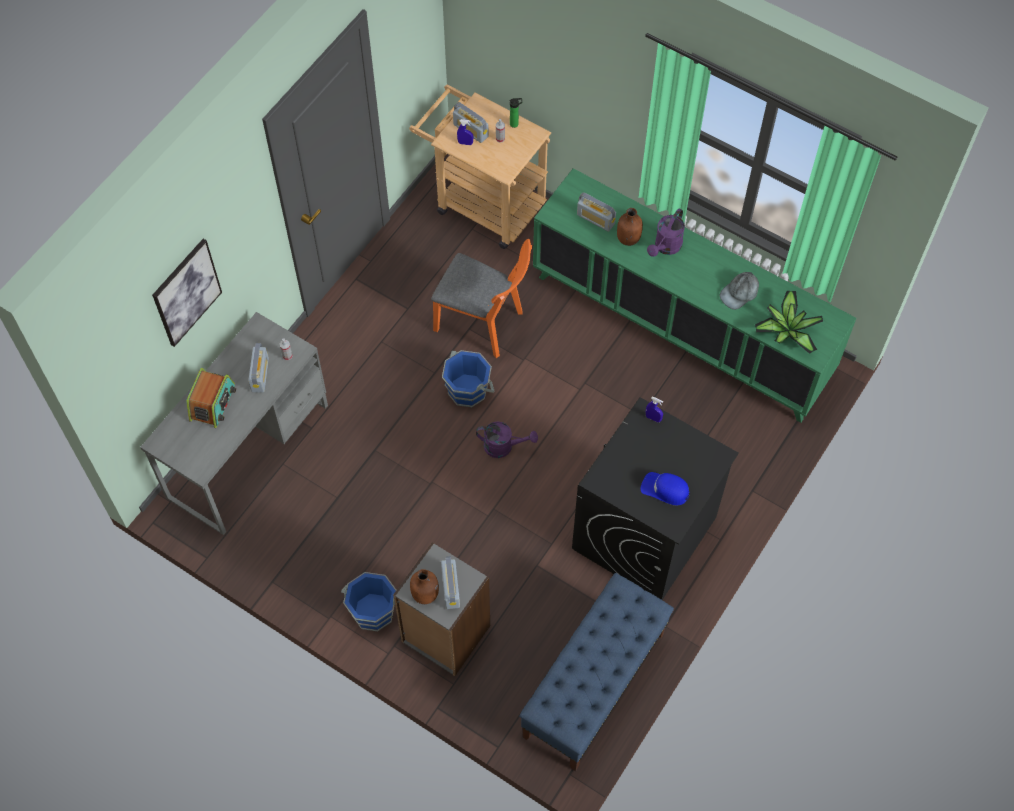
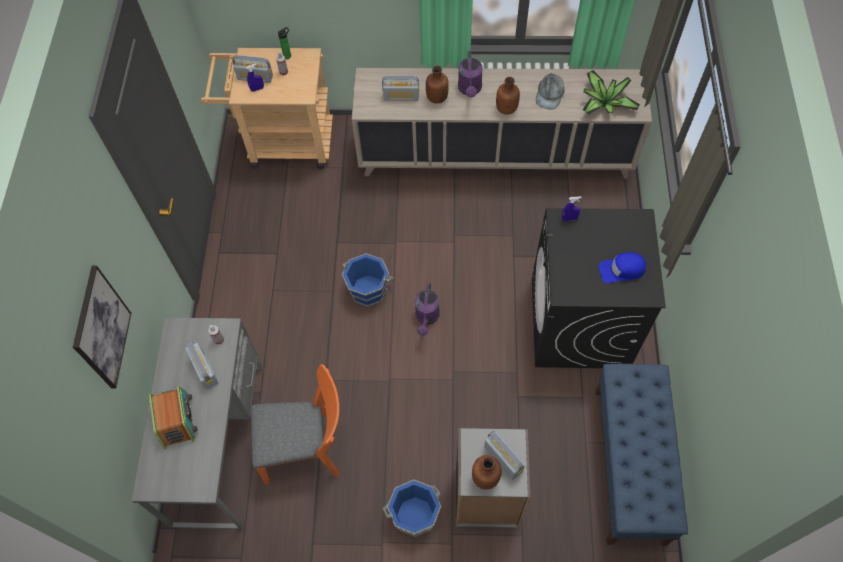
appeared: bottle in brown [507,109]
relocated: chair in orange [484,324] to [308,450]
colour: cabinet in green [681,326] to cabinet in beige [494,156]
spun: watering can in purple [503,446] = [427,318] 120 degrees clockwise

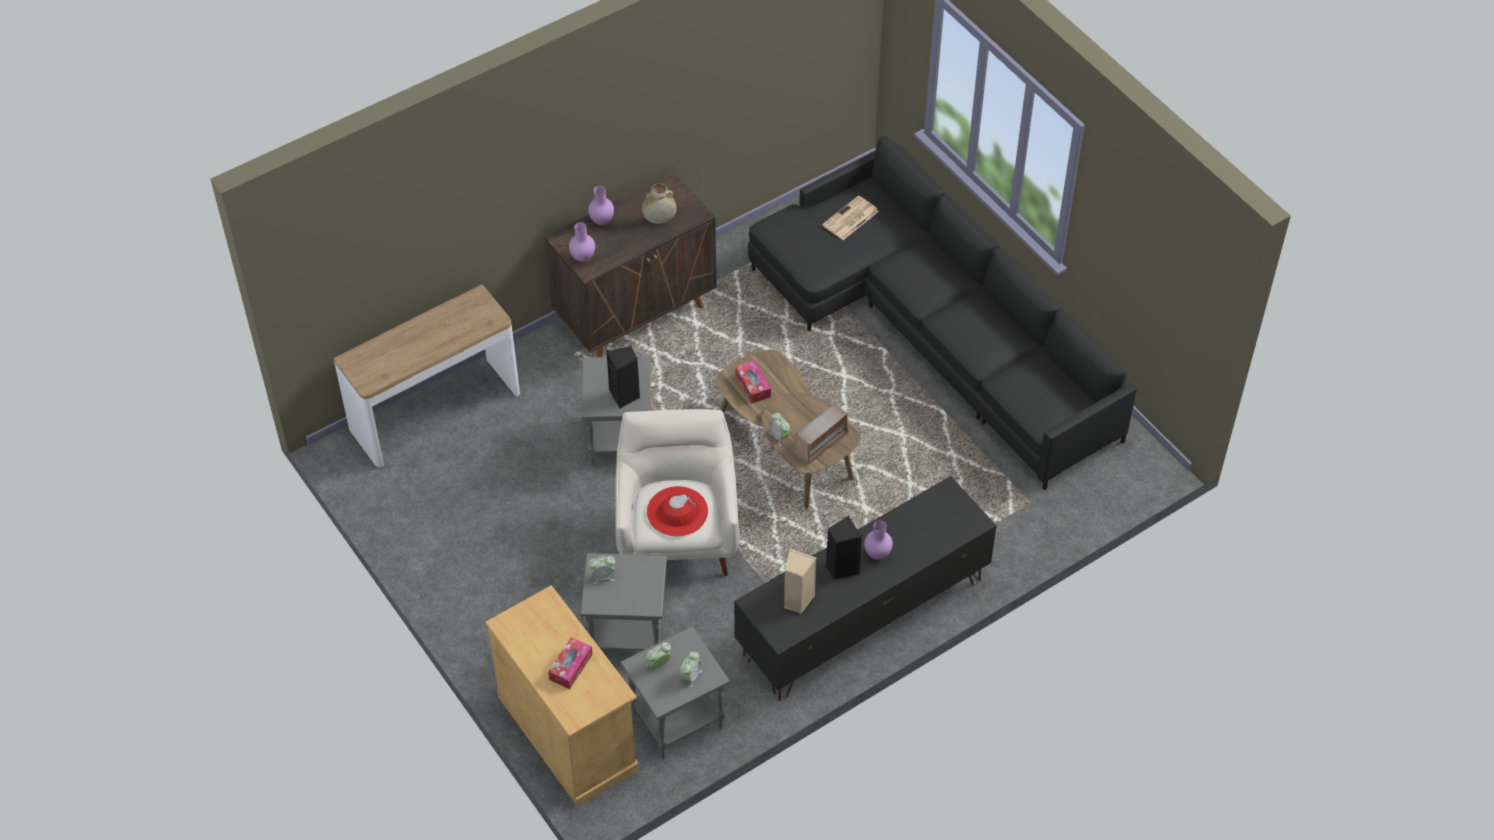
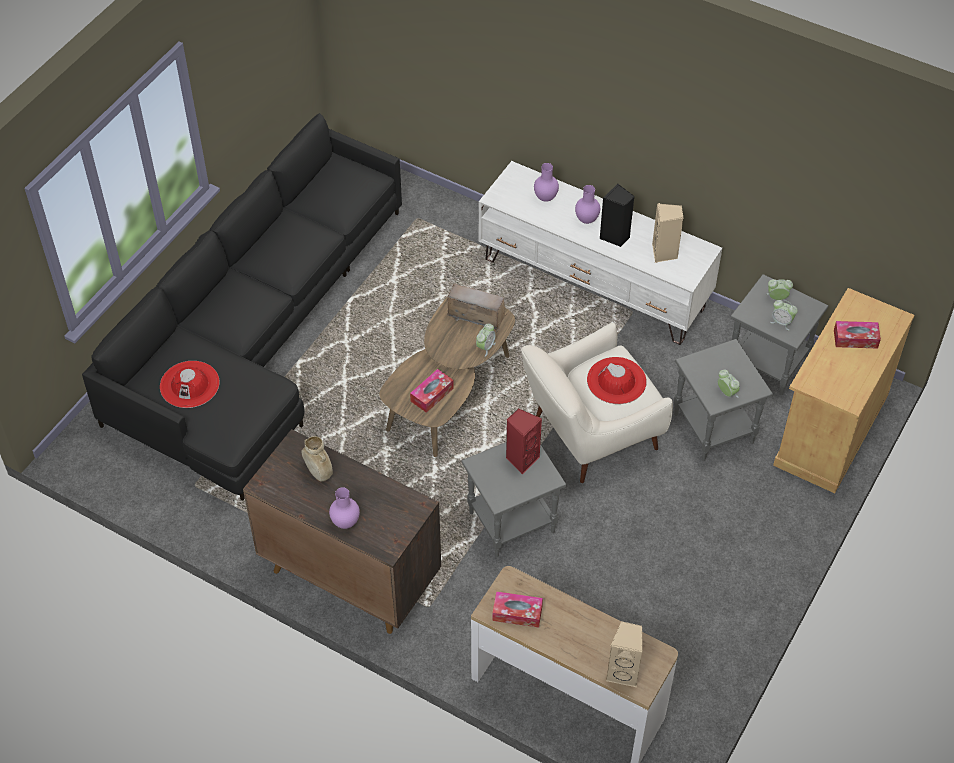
appeared: tissue box [517,613]; speaker in beige [623,672]
relocated: vase in purple [583,257] to [545,198]
exchanged: newspaper [850,219] to hat in red [189,384]
colour: speaker in black [625,396] to speaker in red [521,459]; tv stand in black [862,618] to tv stand in white [594,284]

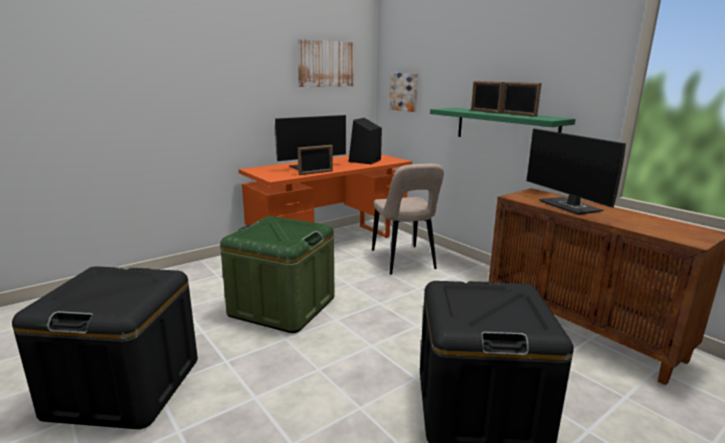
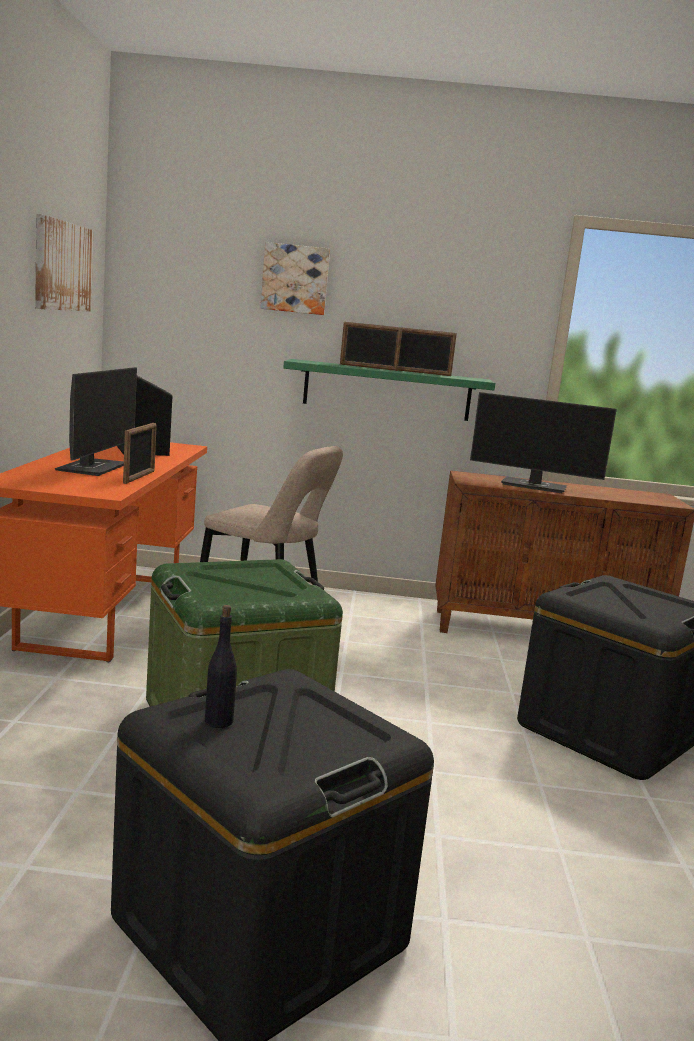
appeared: bottle in black [219,721]
relocated: picture [404,91] to [295,279]

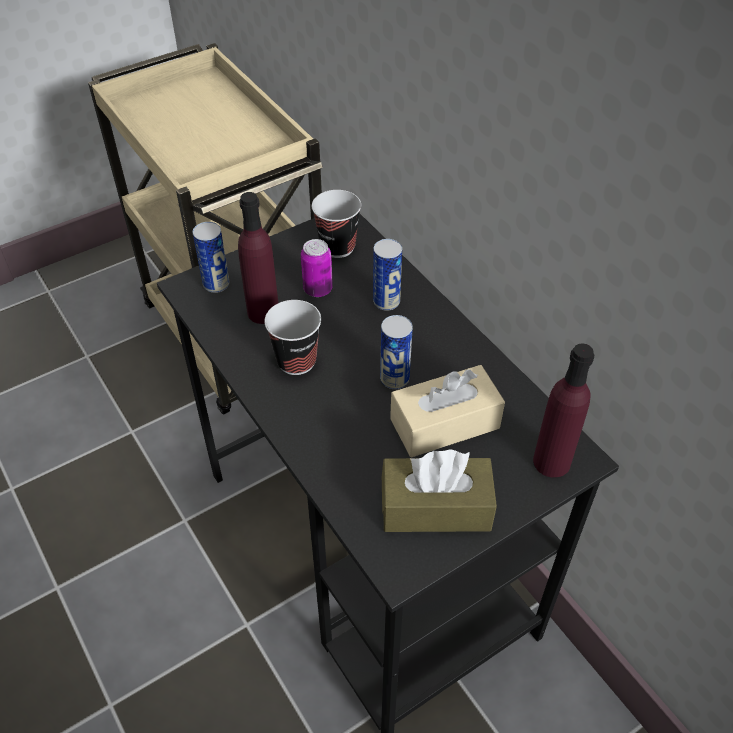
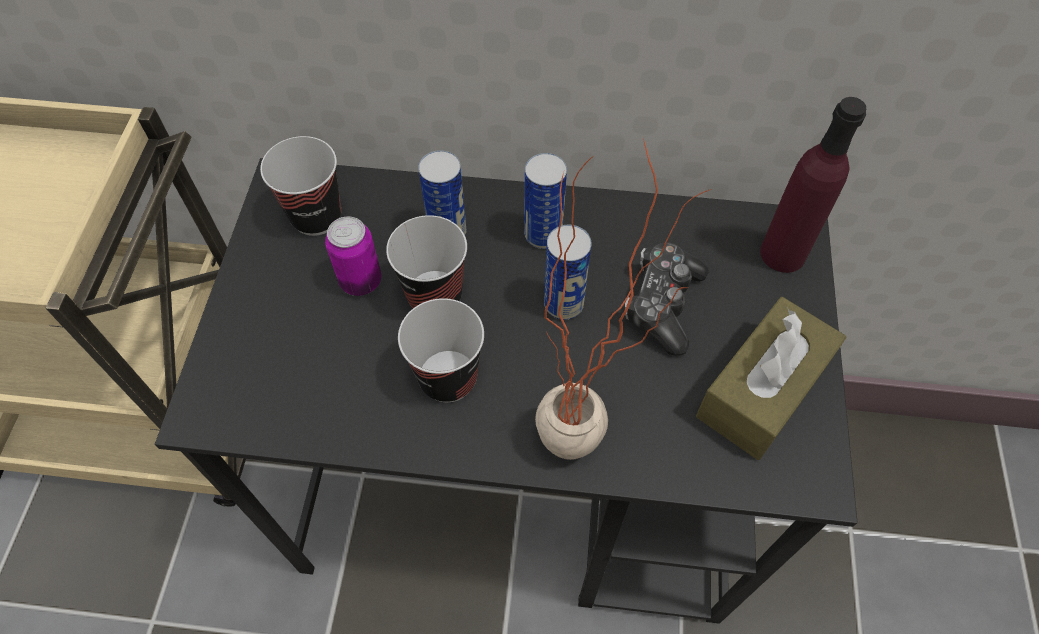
missing: bottle in purple [263,312]
appeared: cup [434,295]; potted plant [590,444]
relocated: can [216,284] to [543,235]
exchanged: tissue box in beige [444,423] to game controller [662,304]

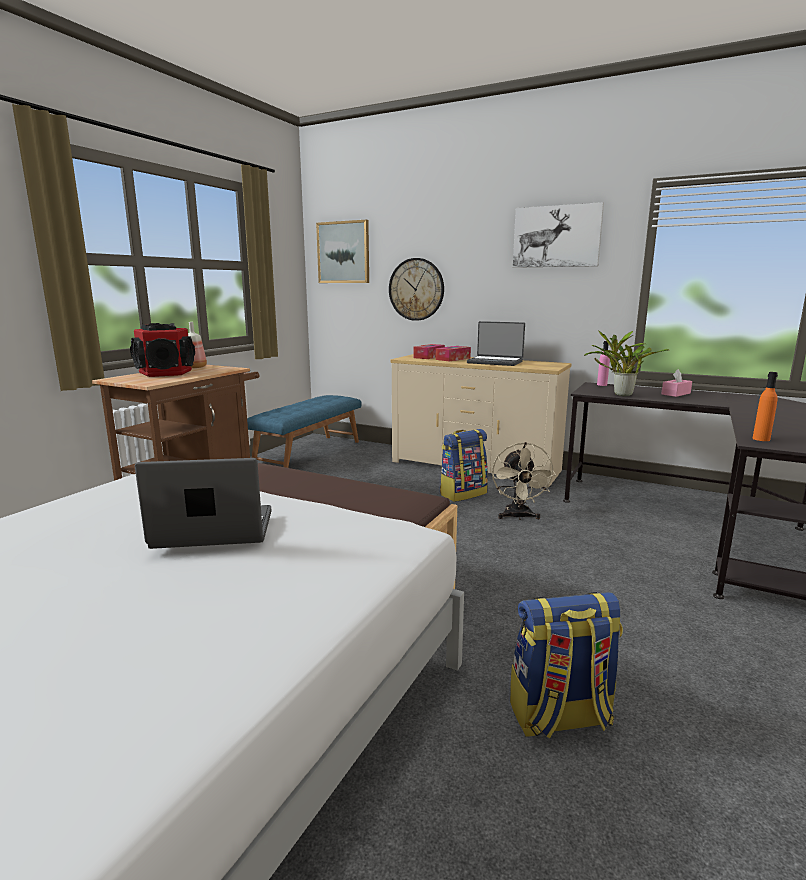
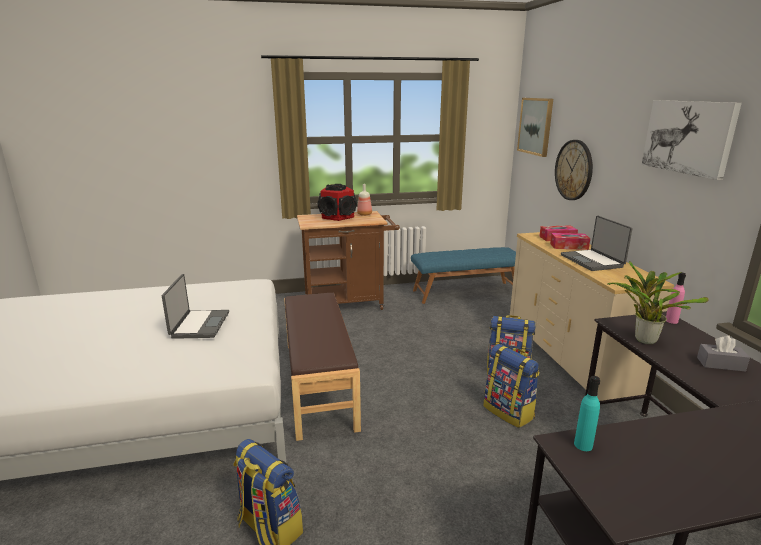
exchanged: fan in beige [518,517] to backpack [509,412]
colour: tissue box in pink [676,394] to tissue box in grey [720,364]; bottle in orange [761,439] to bottle in turquoise [583,445]
spun: laptop [213,530] = [199,325] 45 degrees clockwise

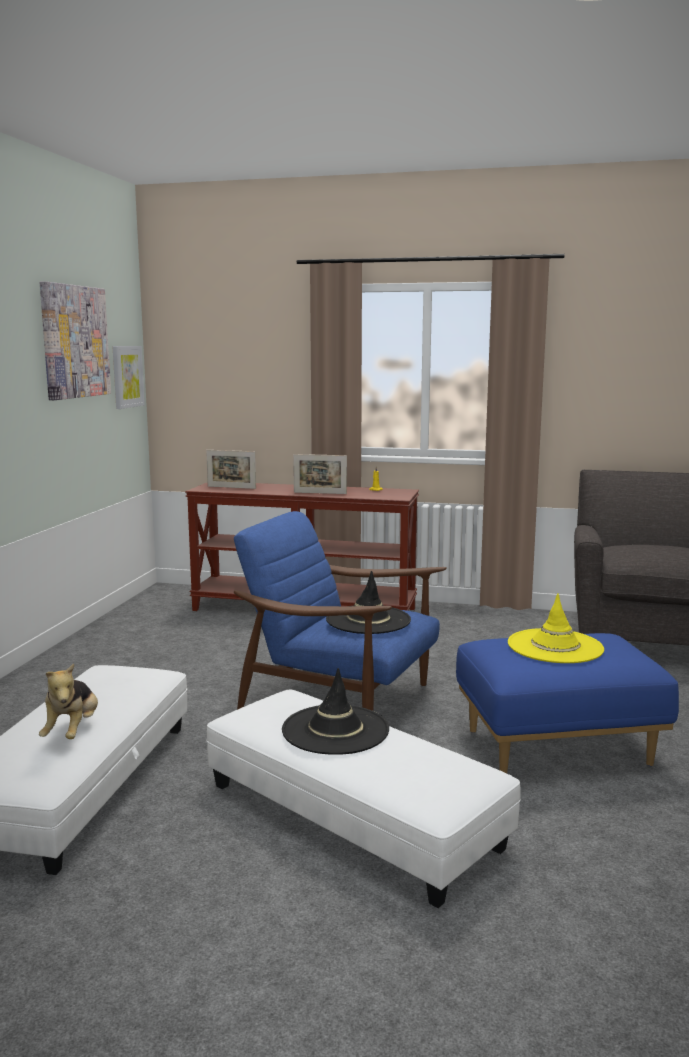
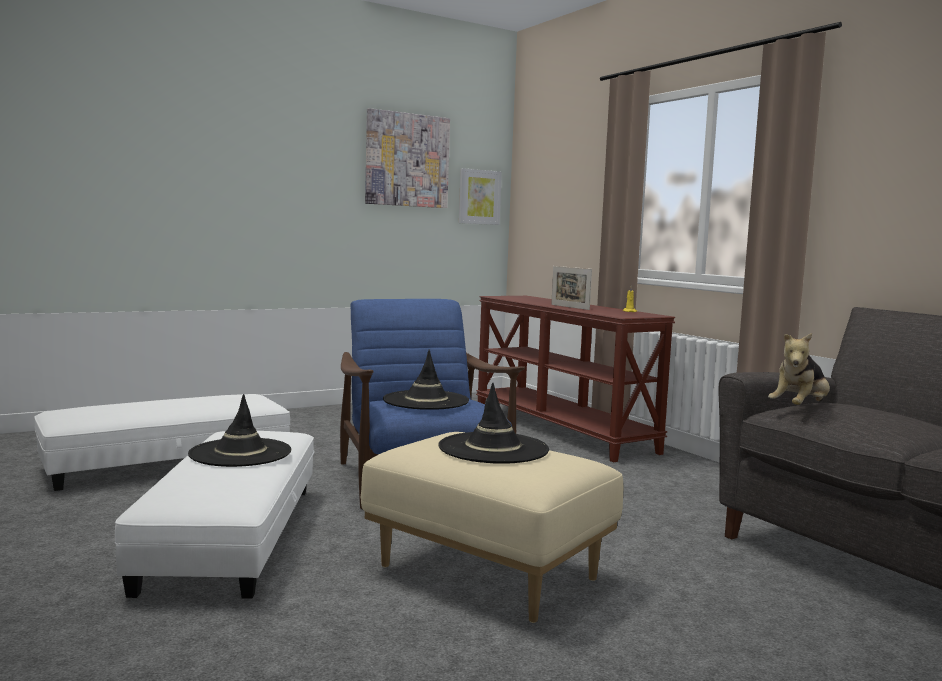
missing: picture frame [231,487]
relocated: plush toy [72,731] to [800,408]
colour: ottoman in blue [557,746] to ottoman in beige [490,572]; hat in yellow [555,647] to hat in black [493,449]

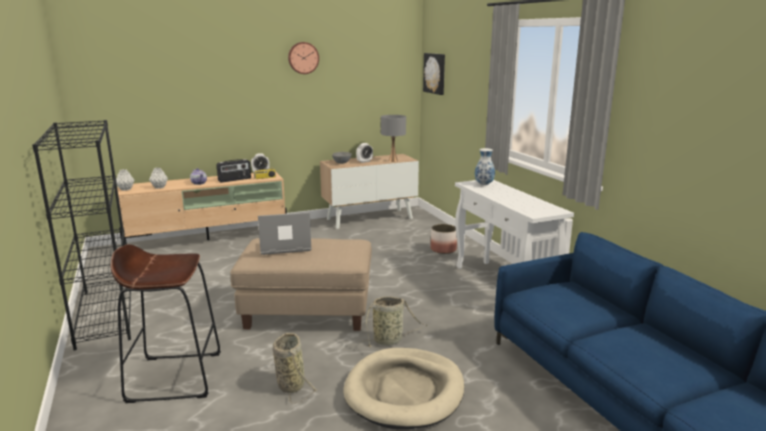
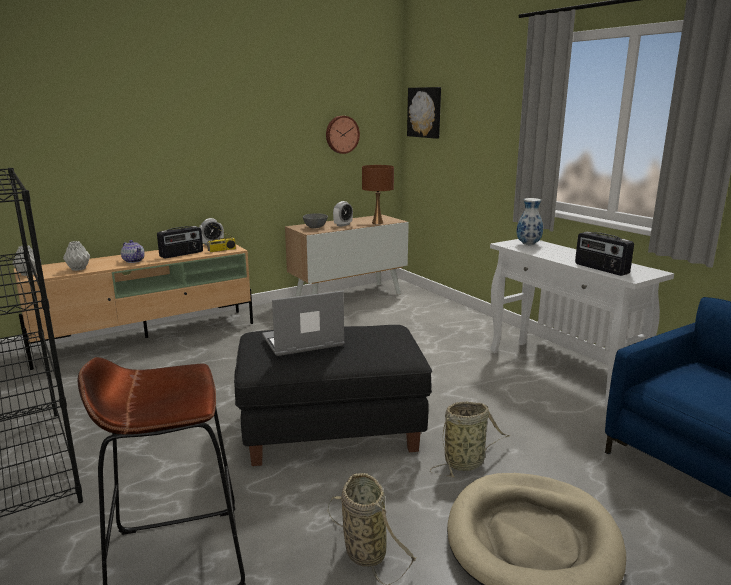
missing: planter [443,249]
appeared: radio [600,269]
relocated: wall clock [303,58] to [341,134]
colour: ottoman in beige [306,312] to ottoman in black [330,430]; table lamp in grey [393,161] to table lamp in brown [377,223]

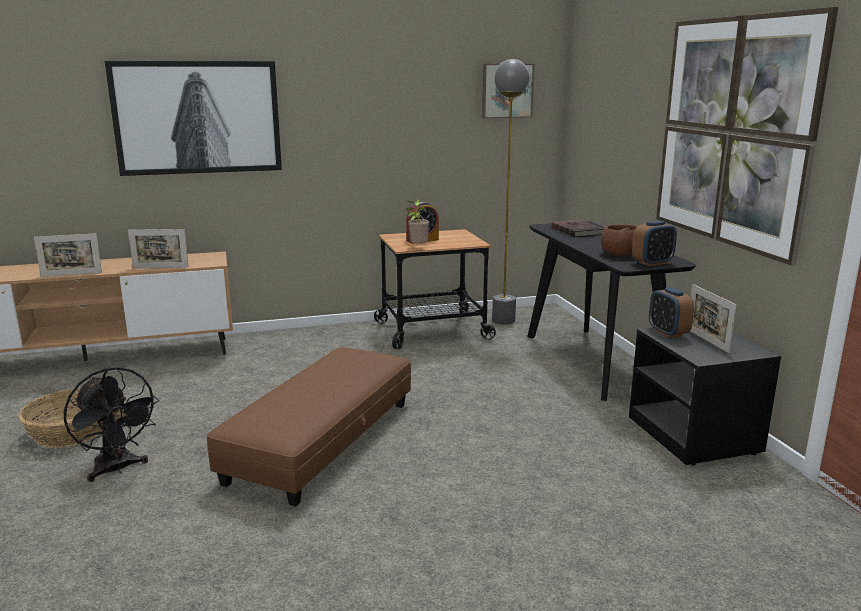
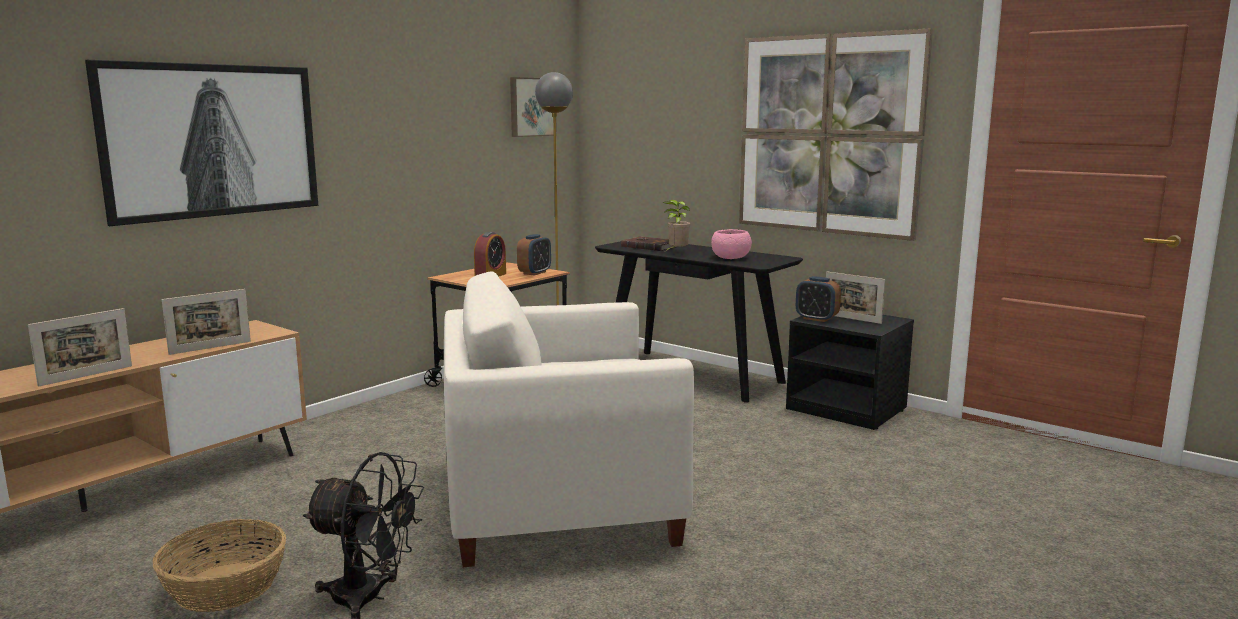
relocated: potted plant [417,248] to [676,252]; alarm clock [652,263] to [534,273]
exchanged: ottoman in brown [322,441] to armchair in white [559,500]
colour: bowl in brown [620,254] to bowl in pink [731,258]

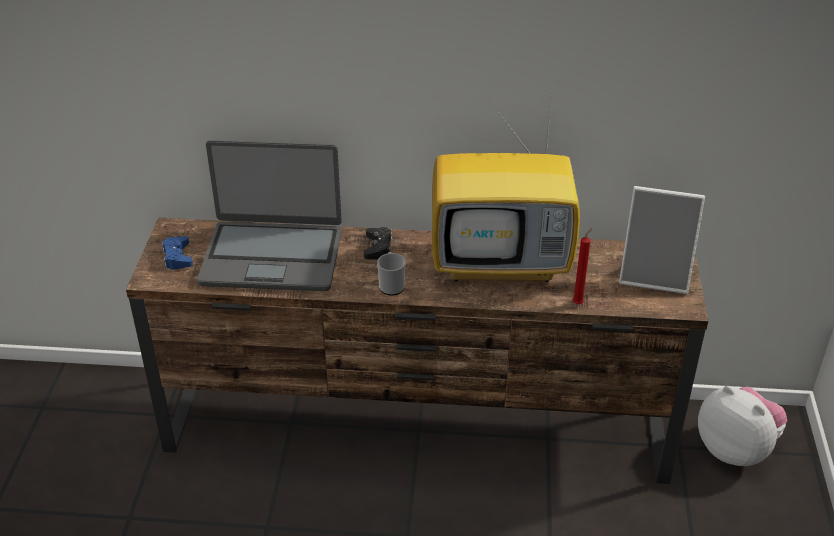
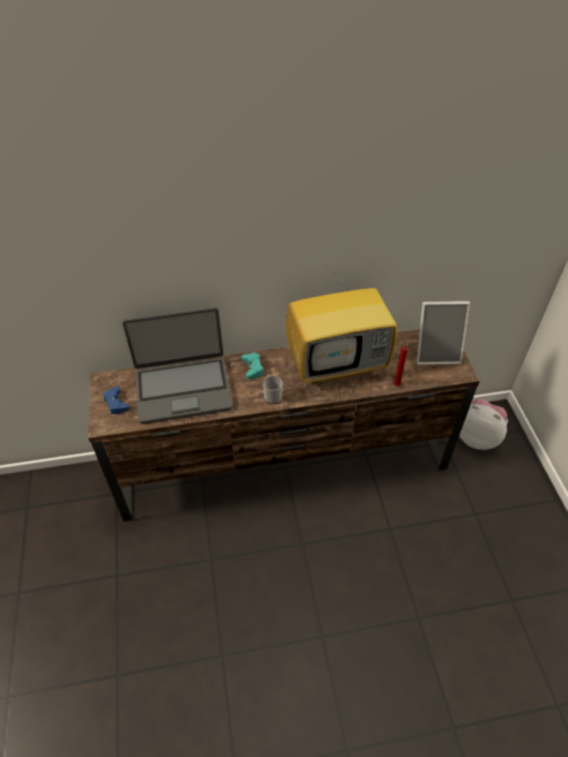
colour: game controller in black [378,248] to game controller in turquoise [253,368]

